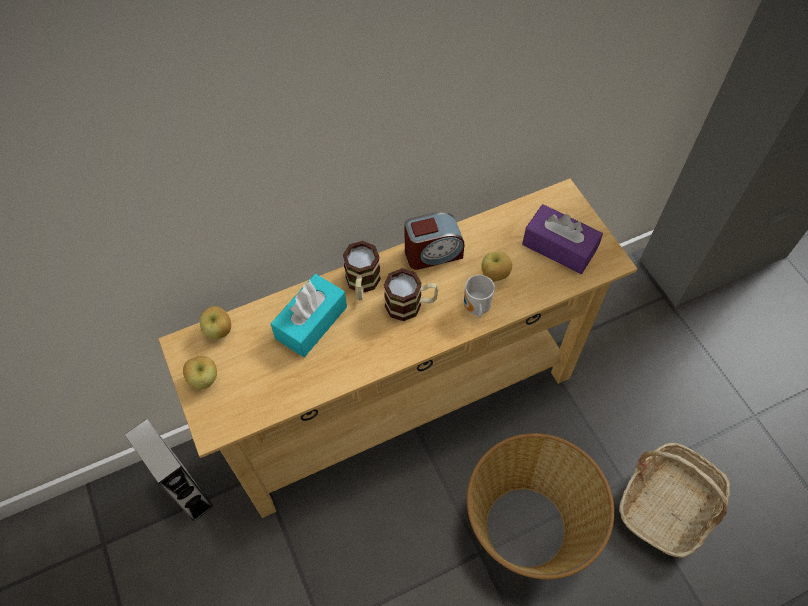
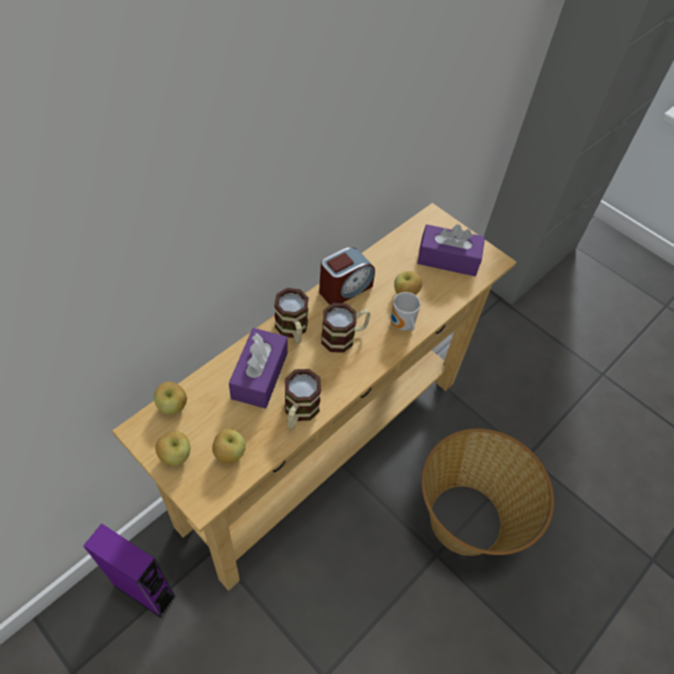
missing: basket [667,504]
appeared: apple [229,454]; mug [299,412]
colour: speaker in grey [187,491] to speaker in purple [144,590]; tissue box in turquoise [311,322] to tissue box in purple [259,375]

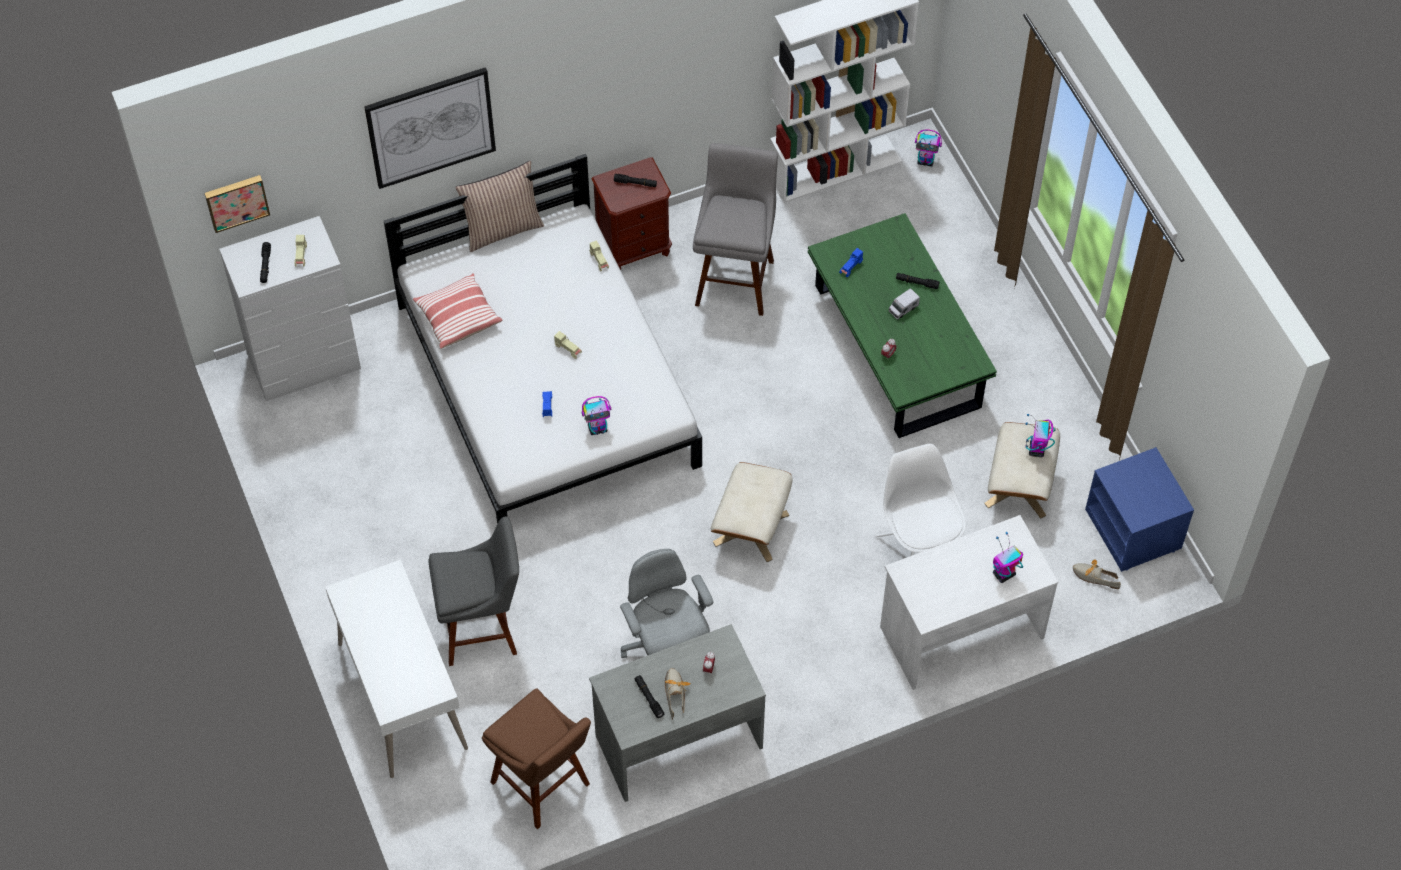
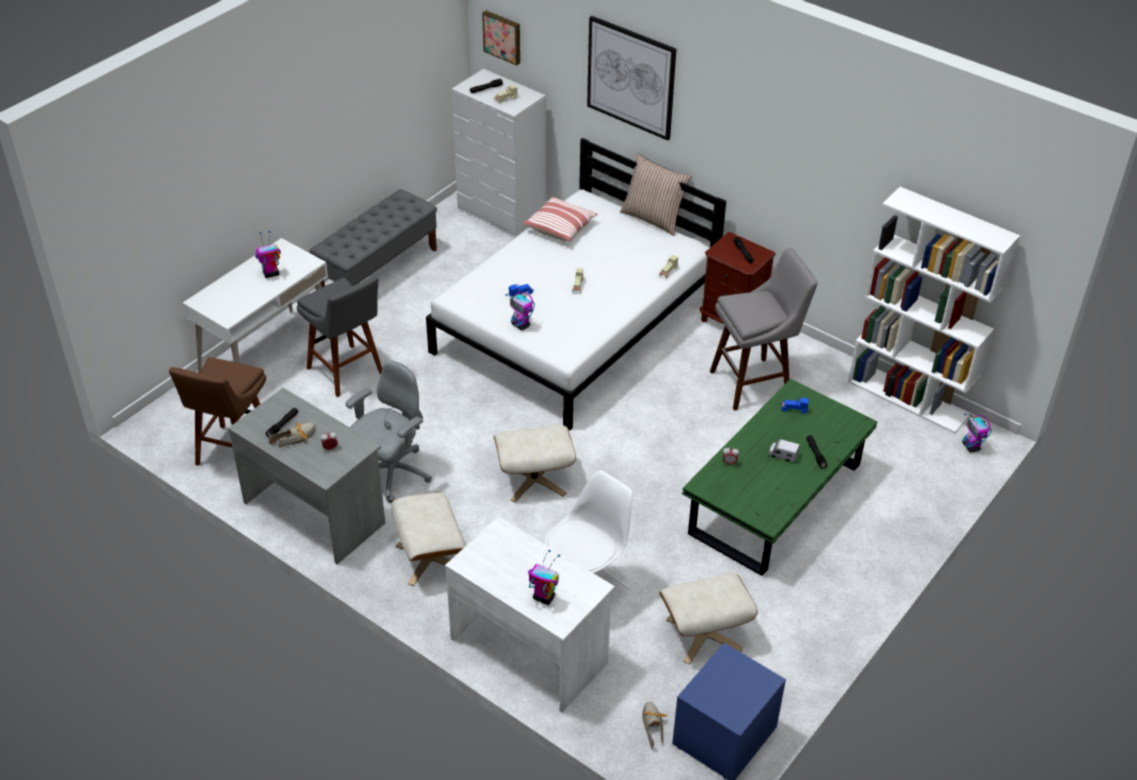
appeared: bench in grey [378,270]; ottoman in beige [430,558]
relocated: toy robot [1036,450] to [270,274]

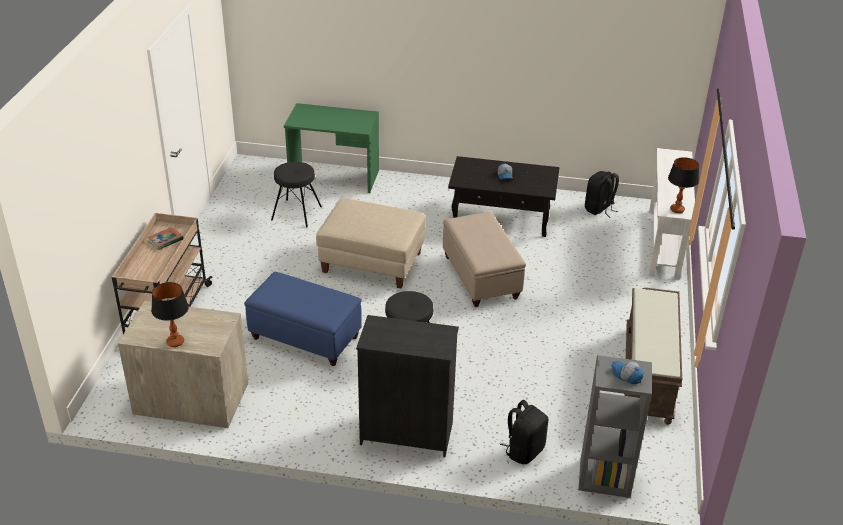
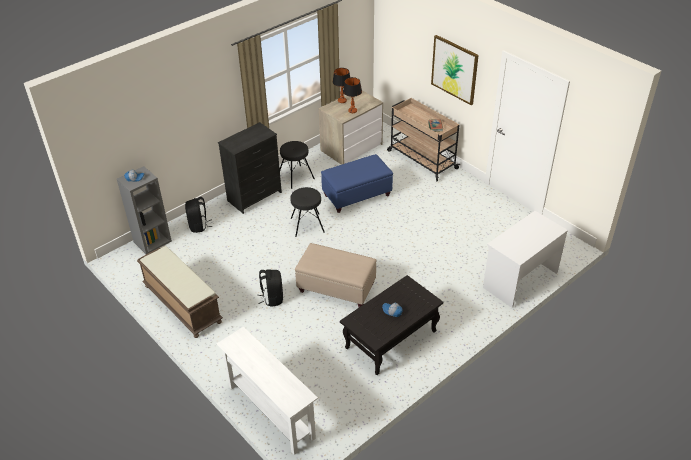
missing: ottoman in beige [372,263]
appeared: picture [454,69]
relocated: stool in black [296,213] to [296,177]; backpack in black [599,209] to [272,298]; table lamp [677,209] to [352,111]
colour: desk in green [334,177] to desk in white [519,279]

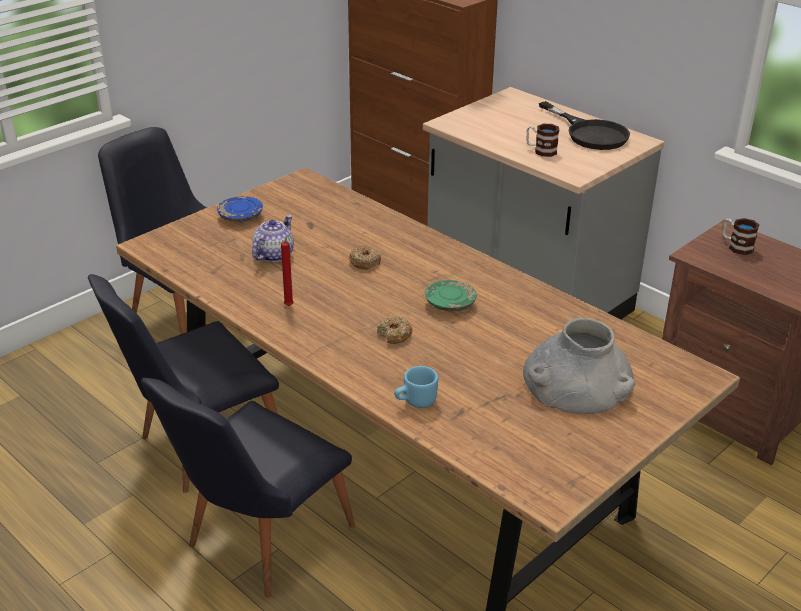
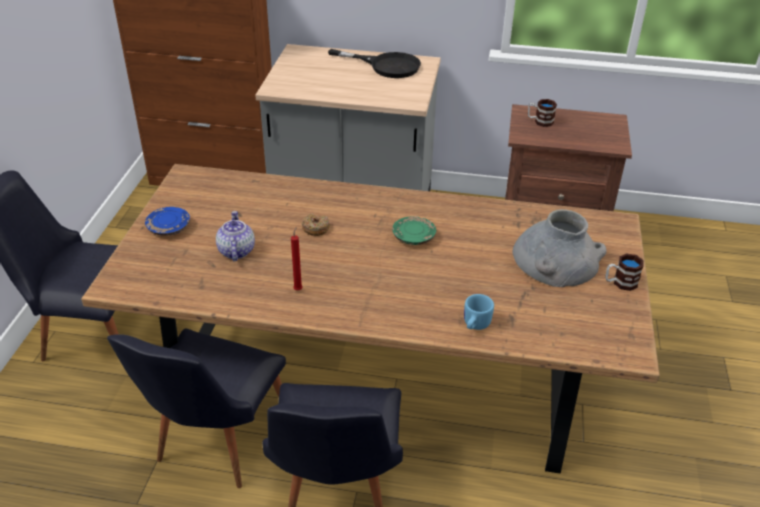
missing: donut [394,335]
relocated: mug [541,150] to [620,283]

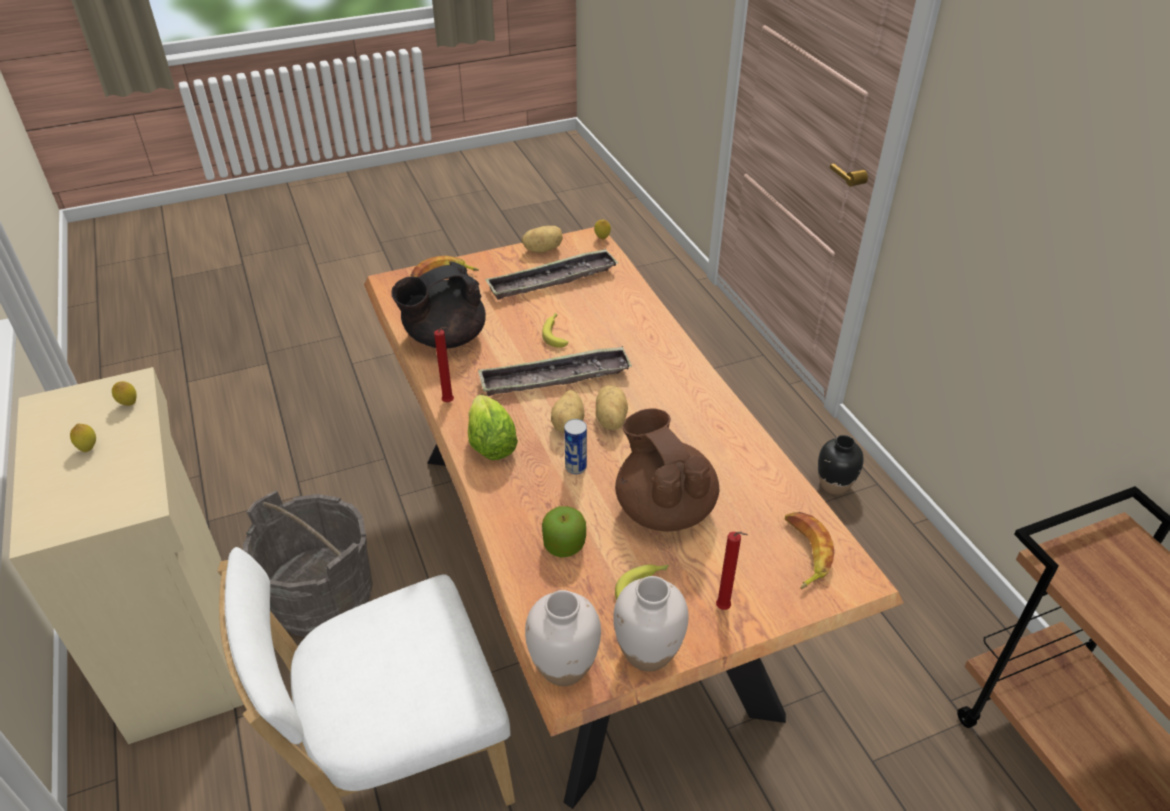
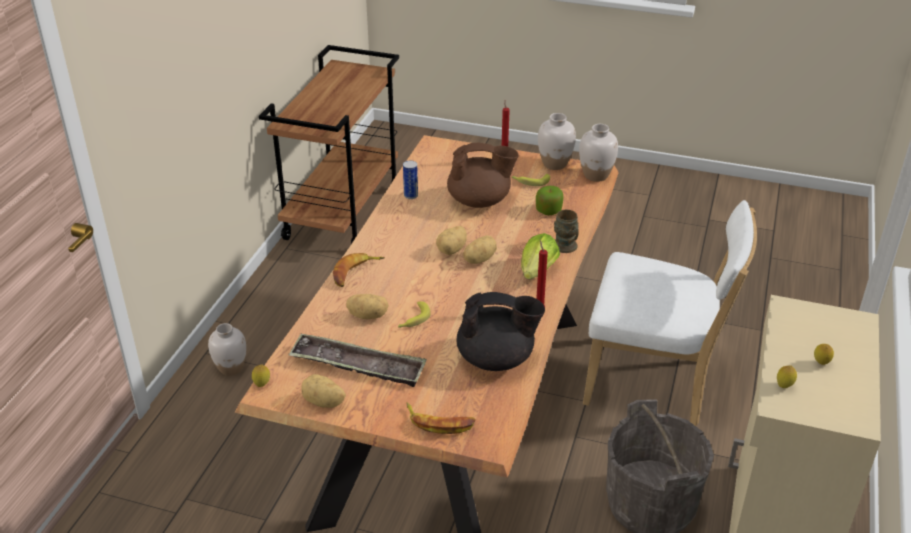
missing: tray [554,378]
appeared: potato [368,315]; mug in brown [567,248]
relocated: can [575,467] to [411,195]; banana [804,552] to [355,273]
colour: vase in black [834,485] to vase in white [231,368]
spun: teapot in brown [664,507] = [480,201] 105 degrees counterclockwise

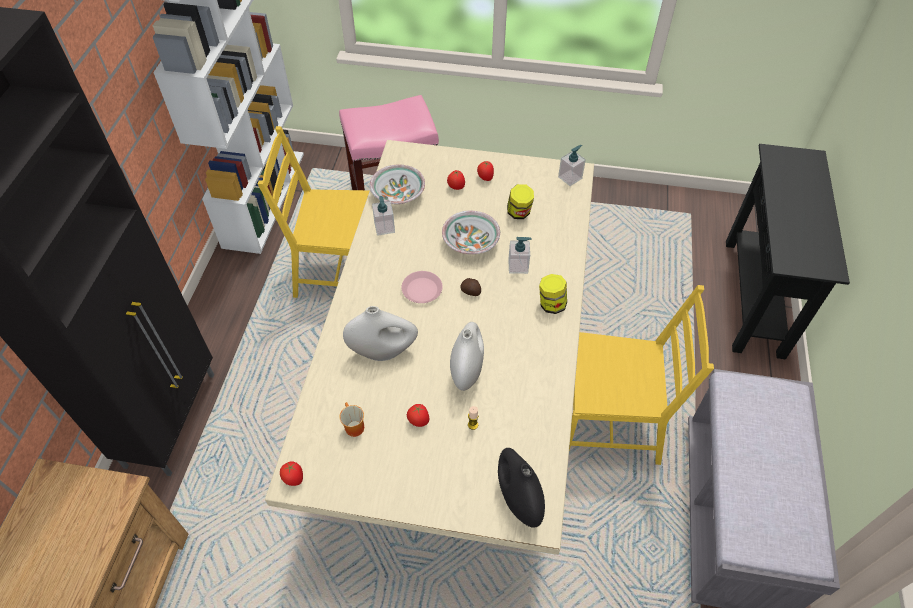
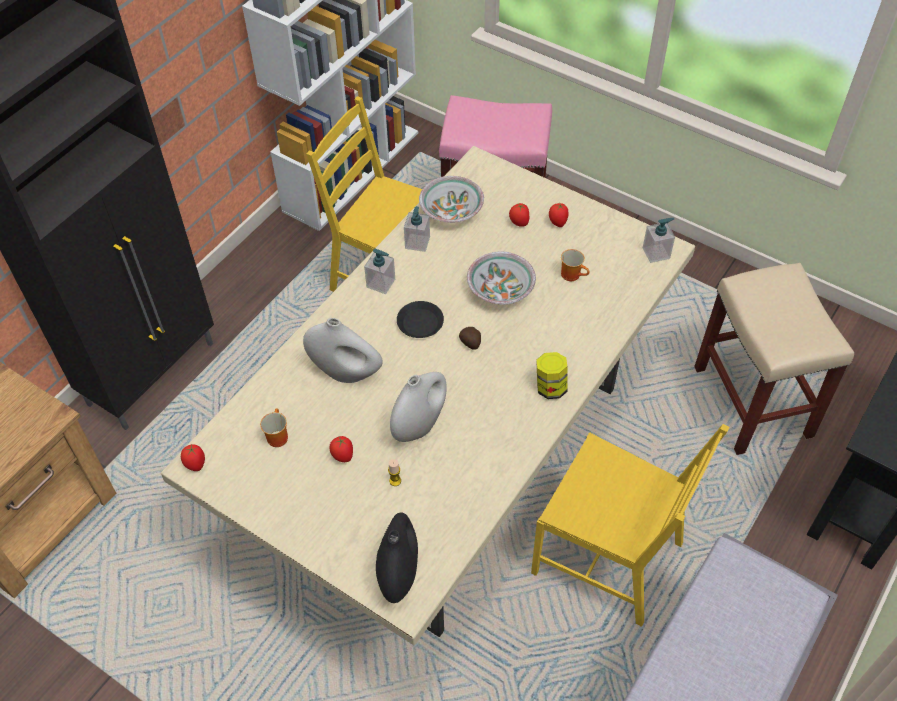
appeared: stool in beige [753,402]
relocated: soap dispenser [518,266] to [381,283]
exchanged: jar [519,213] to mug [573,274]
colour: plate in pink [422,290] to plate in black [420,323]

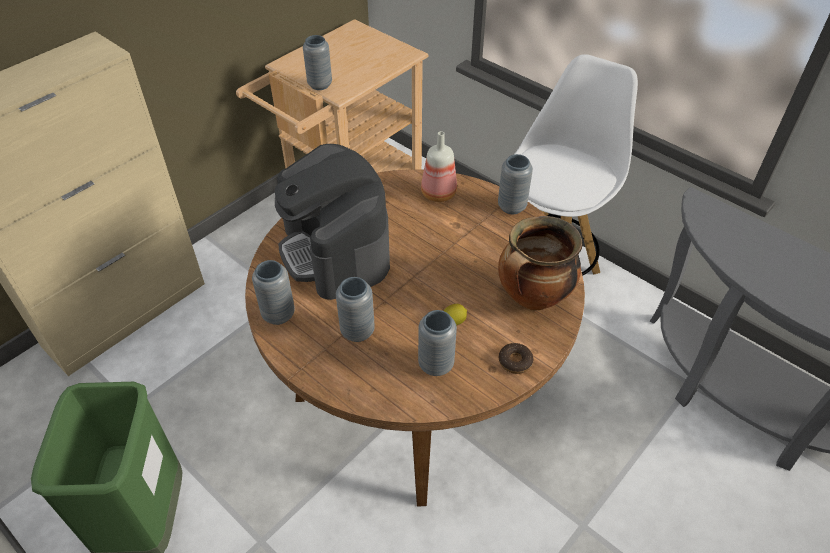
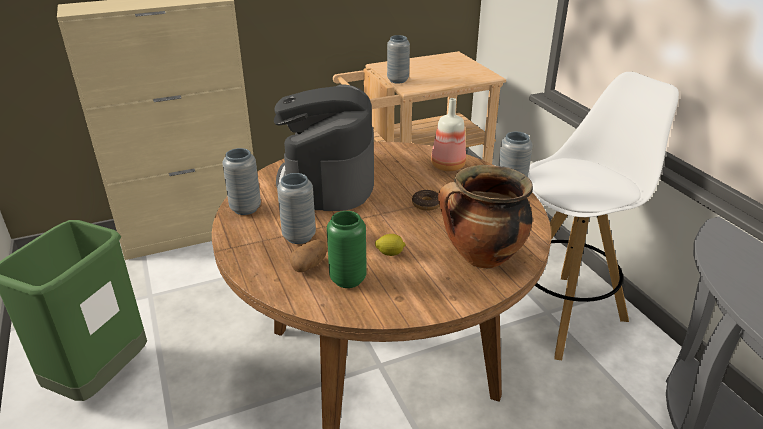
appeared: potato [309,265]
relocated: donut [515,361] to [426,204]
colour: vase in grey [436,365] to vase in green [348,279]

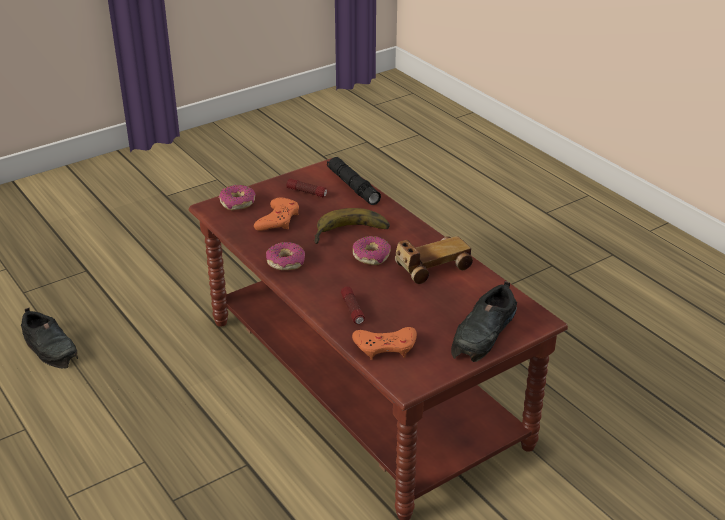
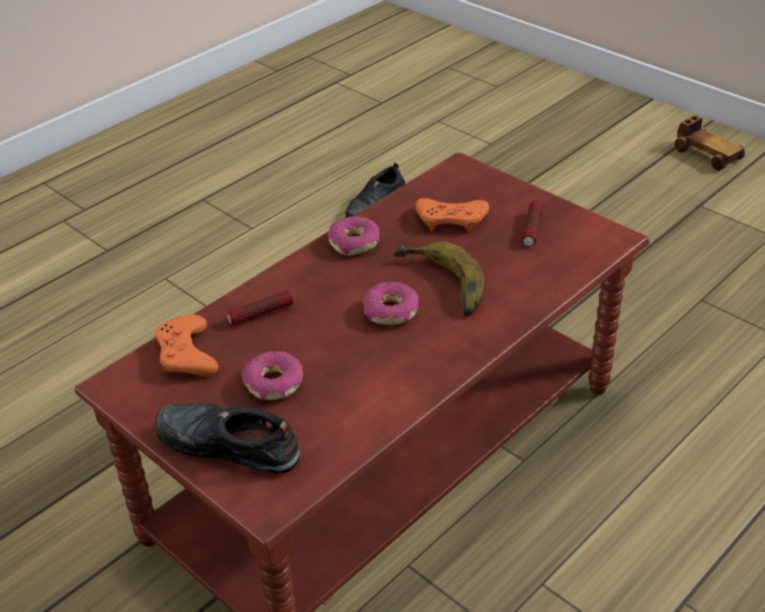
missing: flashlight in black [353,186]
relocated: donut [238,203] to [273,384]; toy car [432,267] to [707,154]

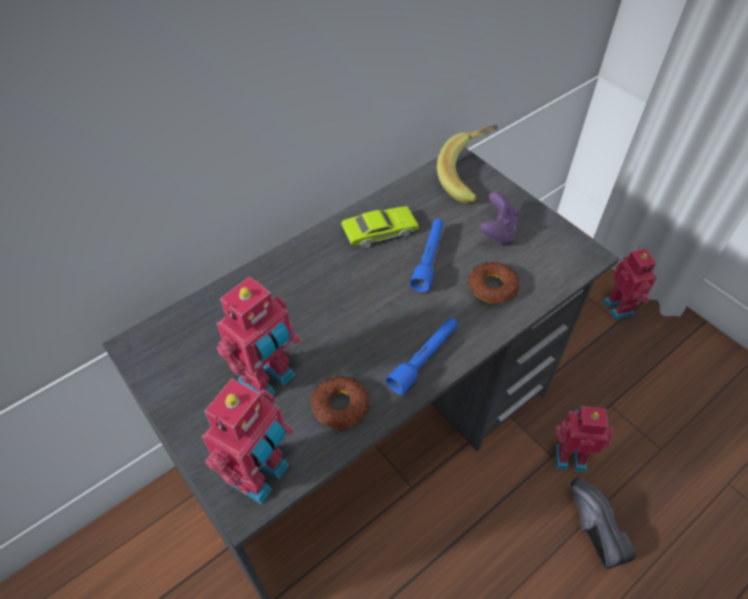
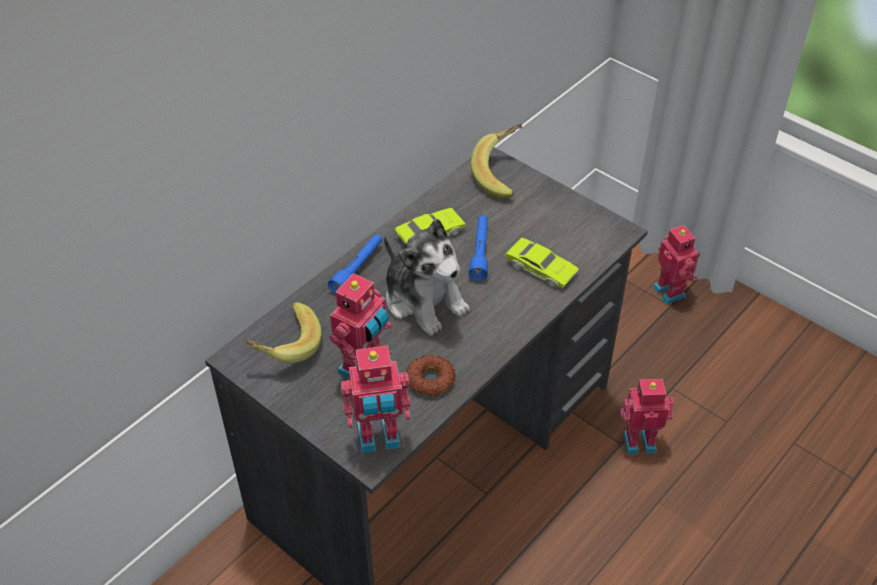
missing: game controller in purple [497,232]; shoe in black [590,530]
appeared: banana [283,345]; plush toy [424,300]
relocated: flashlight in blue [424,359] to [357,268]
exchanged: donut [492,287] to toy car in green [541,268]
spun: toy robot [262,476] = [379,439] 60 degrees clockwise

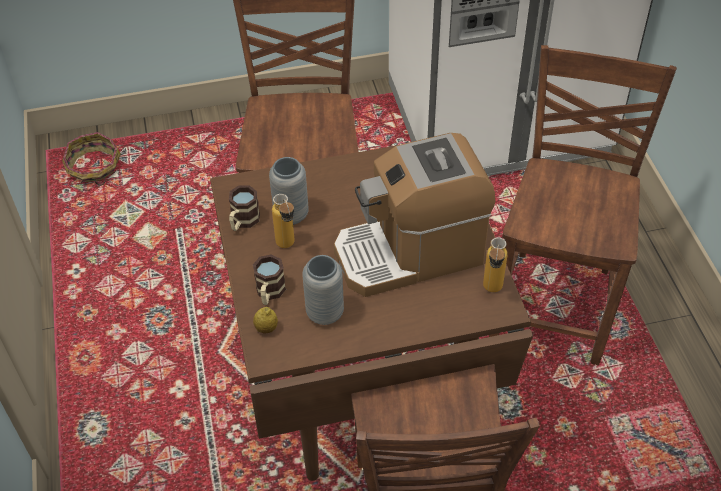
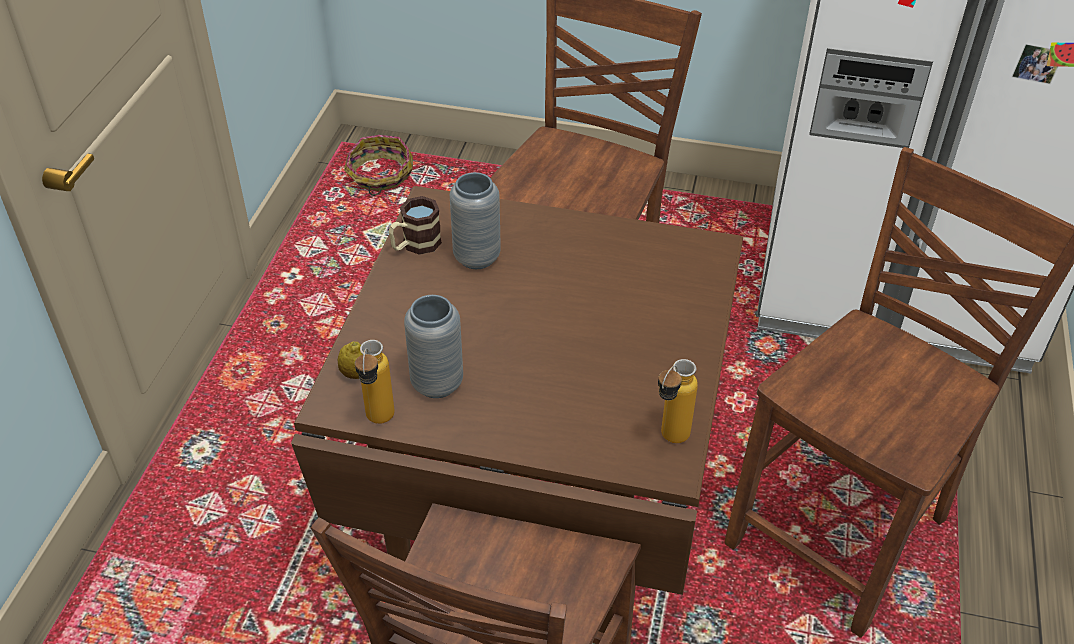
missing: mug [269,293]; coffee machine [410,252]
relocated: bottle [288,247] to [378,423]

